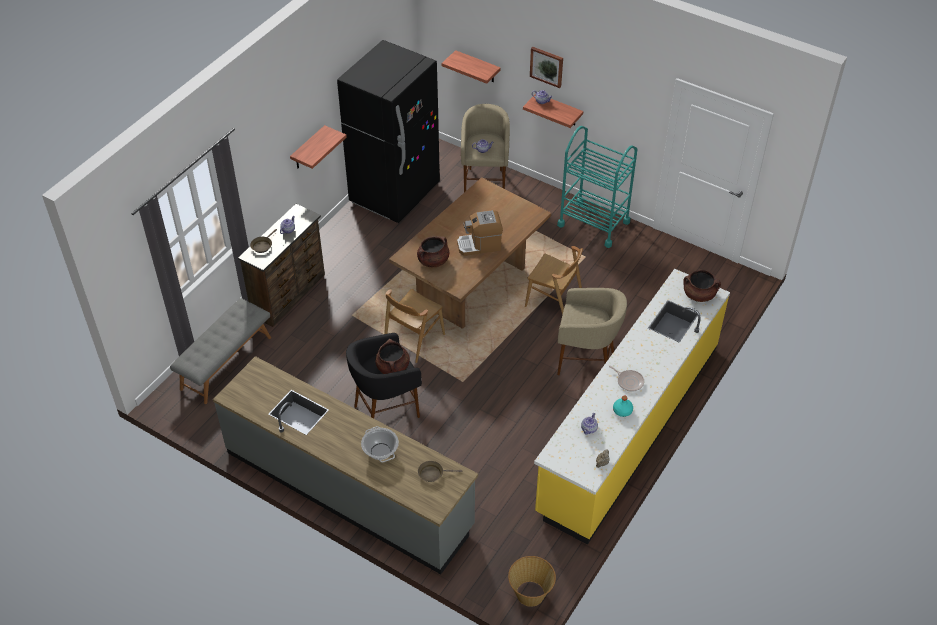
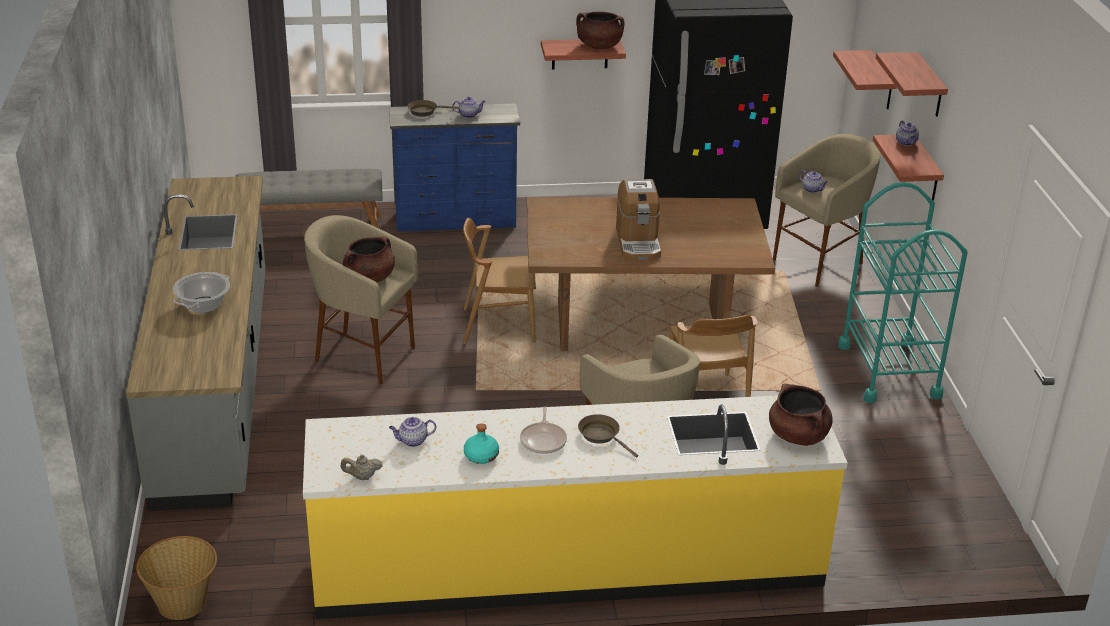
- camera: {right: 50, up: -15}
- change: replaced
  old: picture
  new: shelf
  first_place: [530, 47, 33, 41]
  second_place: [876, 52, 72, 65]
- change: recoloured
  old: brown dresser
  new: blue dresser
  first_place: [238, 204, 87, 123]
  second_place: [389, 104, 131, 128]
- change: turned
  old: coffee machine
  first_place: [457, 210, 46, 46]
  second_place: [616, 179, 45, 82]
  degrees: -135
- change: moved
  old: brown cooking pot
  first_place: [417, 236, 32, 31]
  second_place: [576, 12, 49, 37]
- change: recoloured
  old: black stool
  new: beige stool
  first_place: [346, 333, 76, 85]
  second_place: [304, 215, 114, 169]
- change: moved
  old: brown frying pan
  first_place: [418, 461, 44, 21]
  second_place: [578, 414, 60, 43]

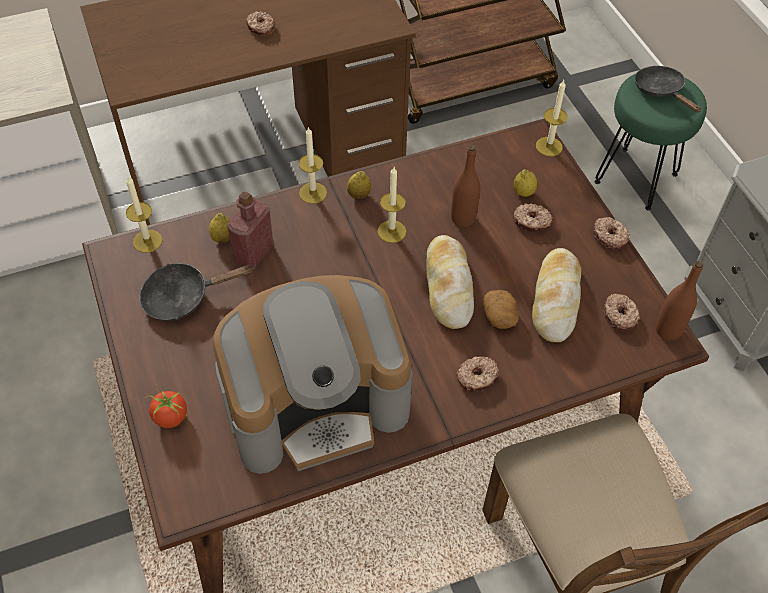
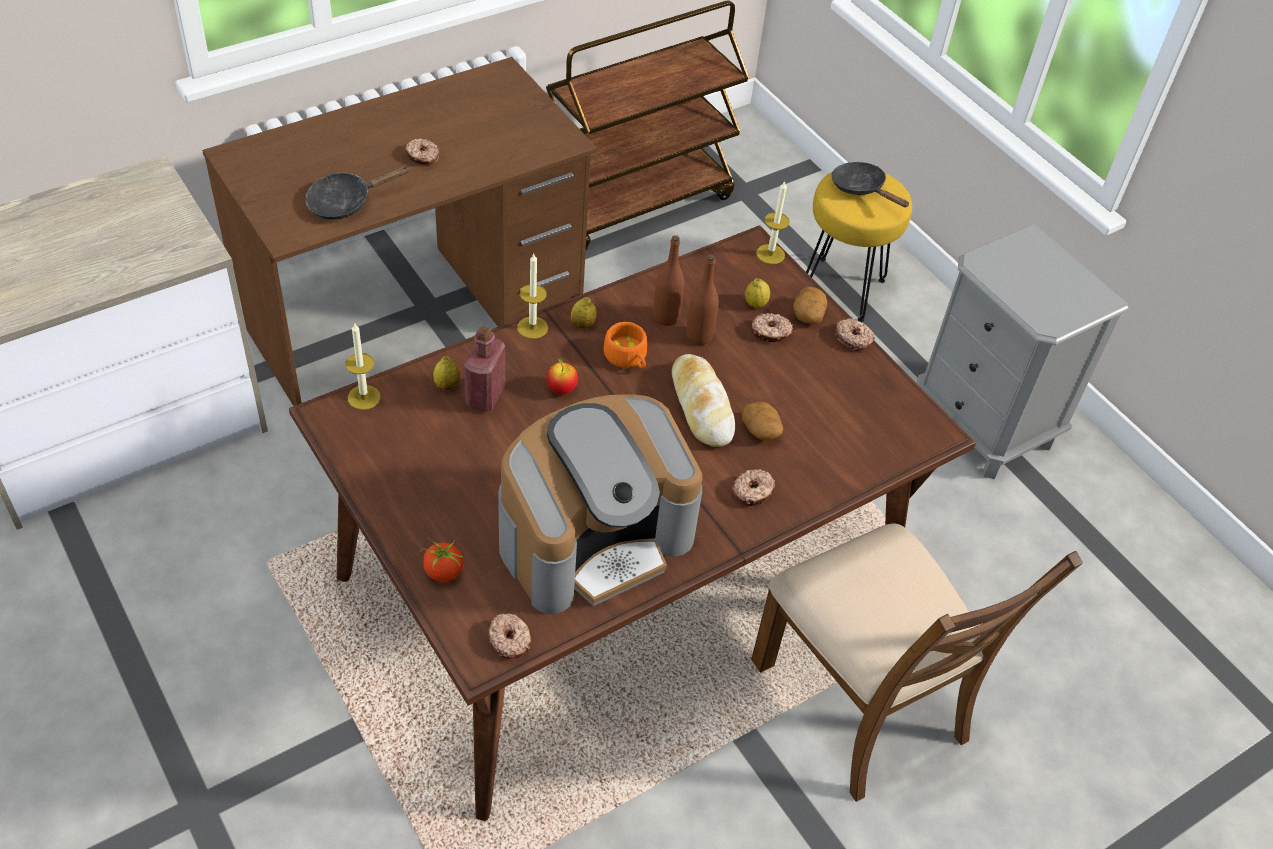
- camera: {right: -15, up: -5}
- change: recoloured
  old: green stool
  new: yellow stool
  first_place: [594, 74, 113, 136]
  second_place: [806, 172, 106, 150]
- change: replaced
  old: candle
  new: orange cup
  first_place: [377, 167, 29, 76]
  second_place: [604, 322, 43, 46]
- change: removed
  old: bread
  first_place: [532, 248, 49, 94]
- change: moved
  old: brown bottle
  first_place: [656, 261, 47, 79]
  second_place: [653, 235, 31, 91]
- change: moved
  old: black frying pan
  first_place: [139, 263, 116, 58]
  second_place: [305, 166, 106, 54]
- change: moved
  old: donut
  first_place: [603, 294, 37, 36]
  second_place: [488, 613, 44, 46]
- change: added
  new: potato
  second_place: [793, 287, 34, 37]
- change: added
  new: apple
  second_place: [546, 358, 32, 36]

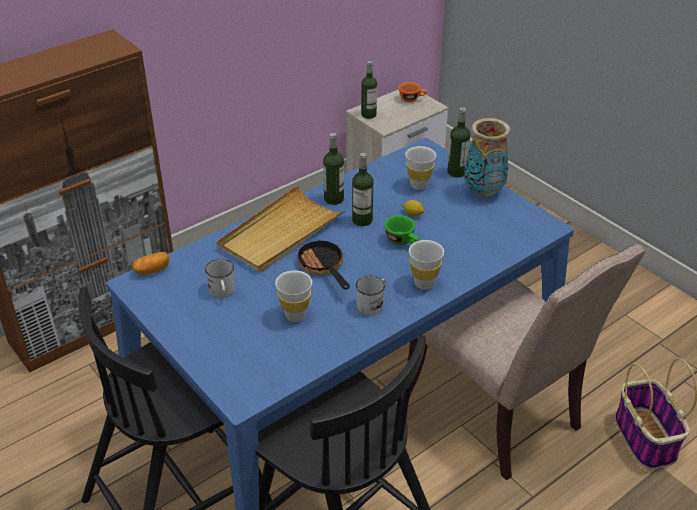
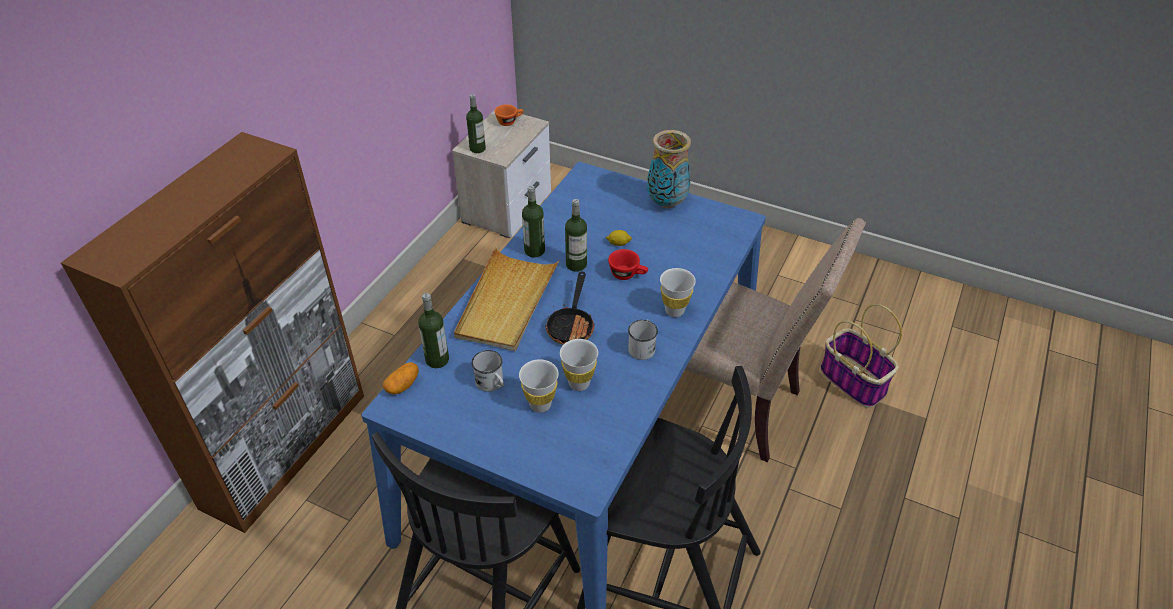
- camera: {right: -25, up: 5}
- change: moved
  old: bottle
  first_place: [447, 107, 23, 71]
  second_place: [418, 293, 31, 75]
- change: moved
  old: white cup
  first_place: [405, 146, 31, 44]
  second_place: [519, 359, 40, 54]
- change: recoloured
  old: green cup
  new: red cup
  first_place: [384, 215, 35, 30]
  second_place: [608, 249, 40, 31]
- change: turned
  old: frying pan
  first_place: [295, 240, 55, 49]
  second_place: [545, 272, 49, 73]
  degrees: -120

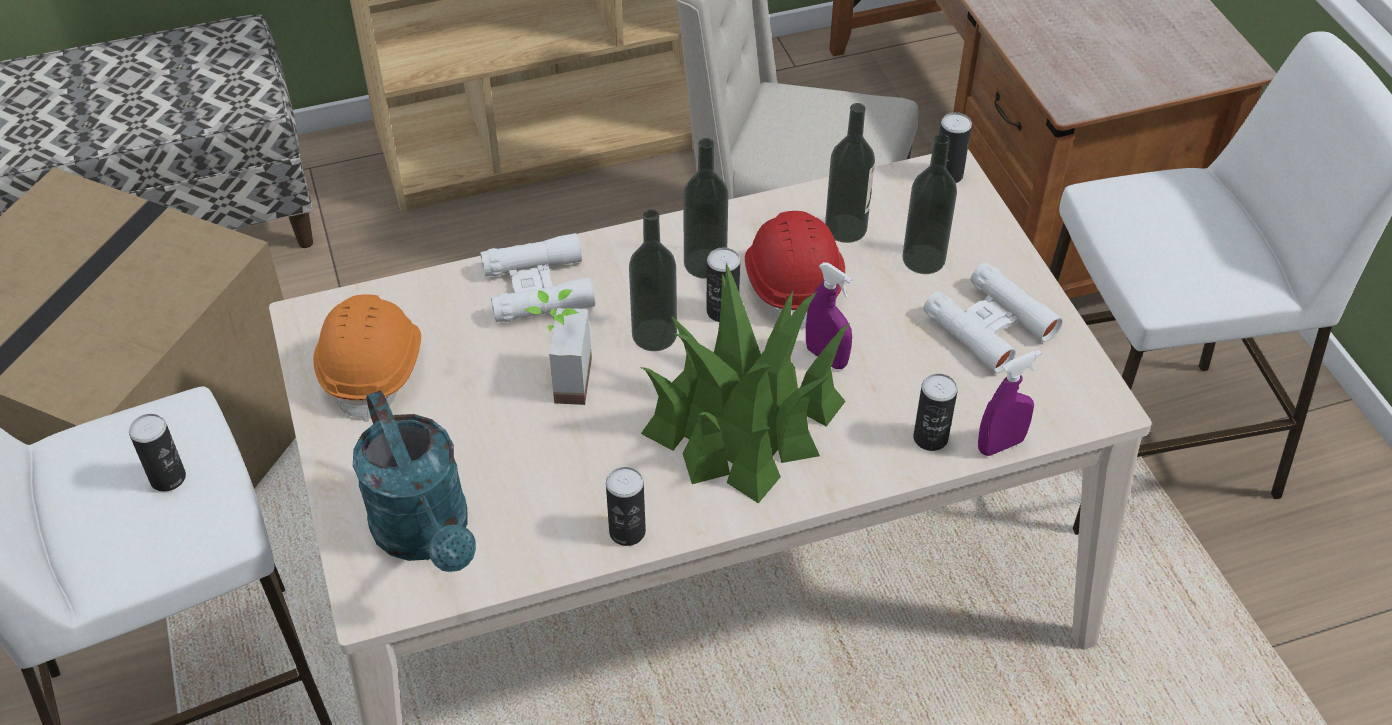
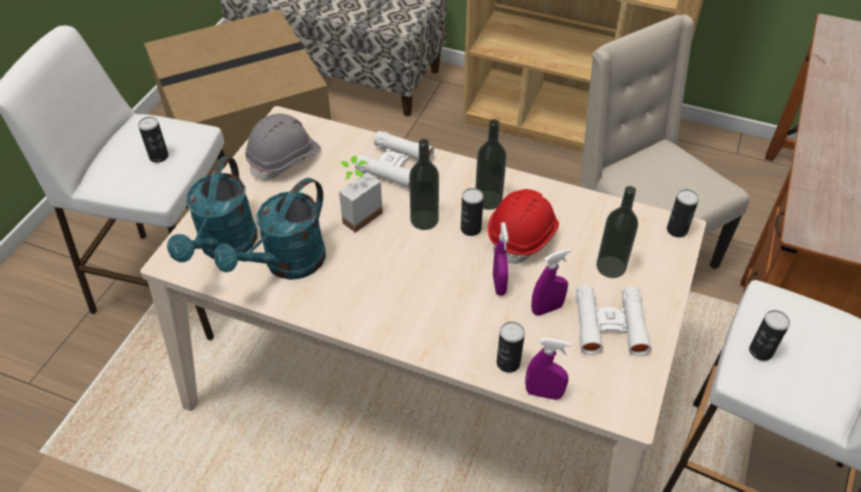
- camera: {right: 40, up: 0}
- change: removed
  old: bottle
  first_place: [825, 103, 50, 140]
- change: removed
  old: potted plant
  first_place: [640, 263, 210, 241]
- change: recoloured
  old: orange hard hat
  new: grey hard hat
  first_place: [313, 294, 108, 128]
  second_place: [245, 114, 76, 67]
- change: moved
  old: can
  first_place: [606, 467, 40, 79]
  second_place: [749, 310, 41, 51]
- change: added
  new: turquoise watering can
  second_place: [214, 178, 112, 102]
- change: added
  new: purple spray bottle
  second_place: [531, 248, 40, 68]

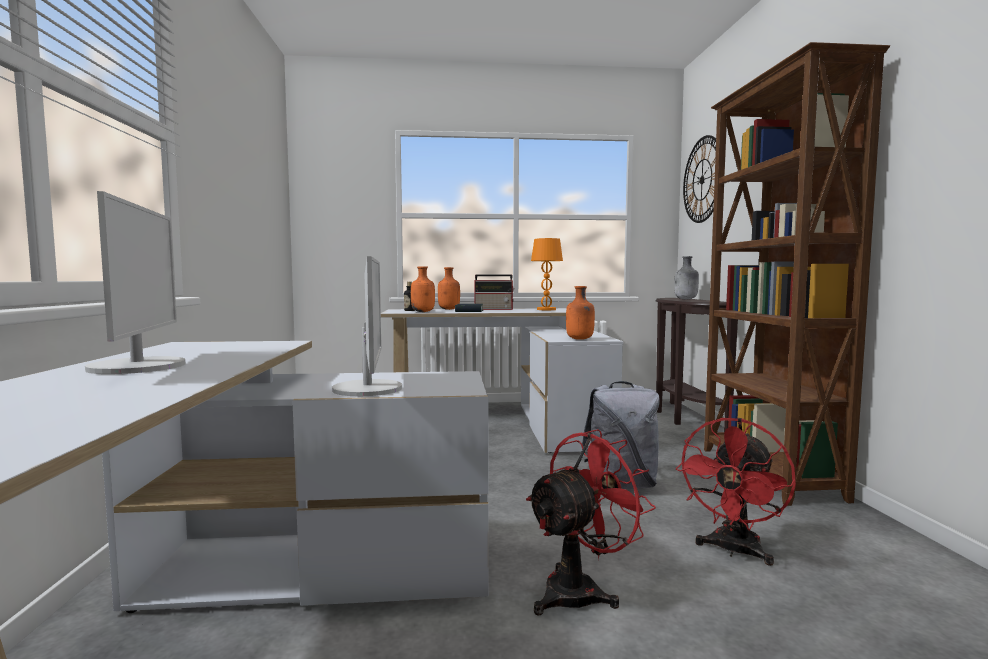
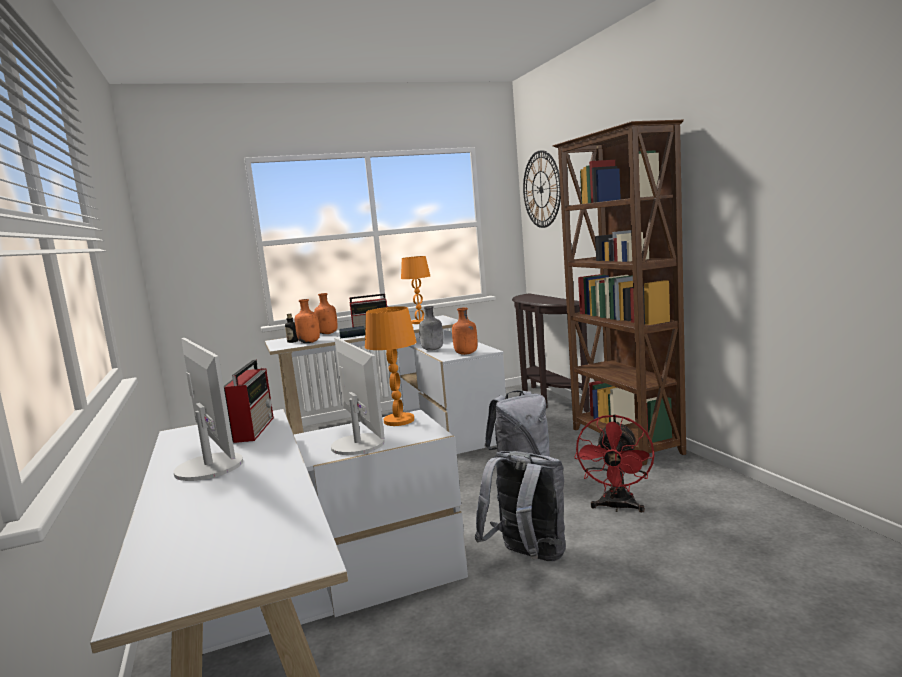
- camera: {right: -15, up: 5}
- change: moved
  old: grey bottle
  first_place: [674, 256, 25, 43]
  second_place: [419, 306, 24, 45]
- change: replaced
  old: red fan
  new: grey backpack
  first_place: [526, 429, 130, 186]
  second_place: [475, 451, 91, 110]
- change: added
  new: orange table lamp
  second_place: [365, 306, 52, 120]
- change: added
  new: radio
  second_place: [224, 359, 50, 84]

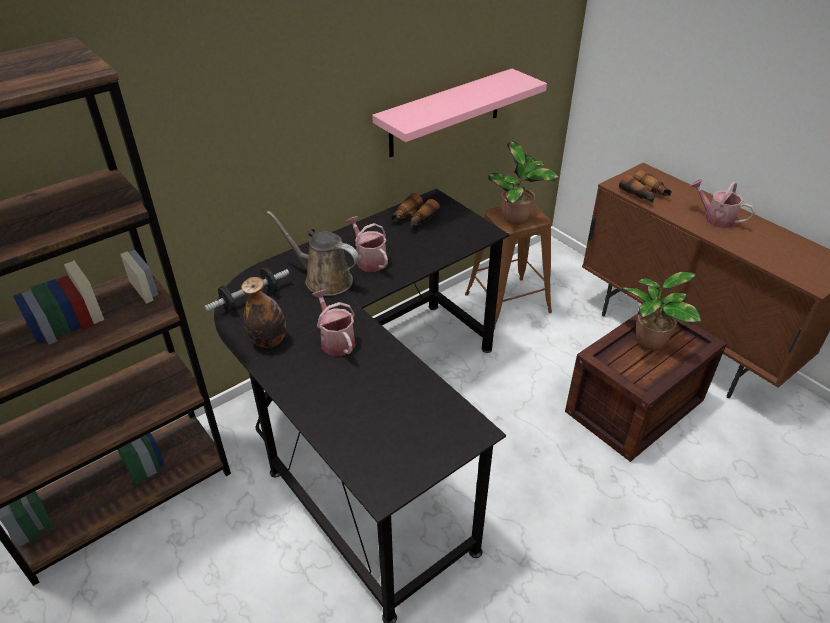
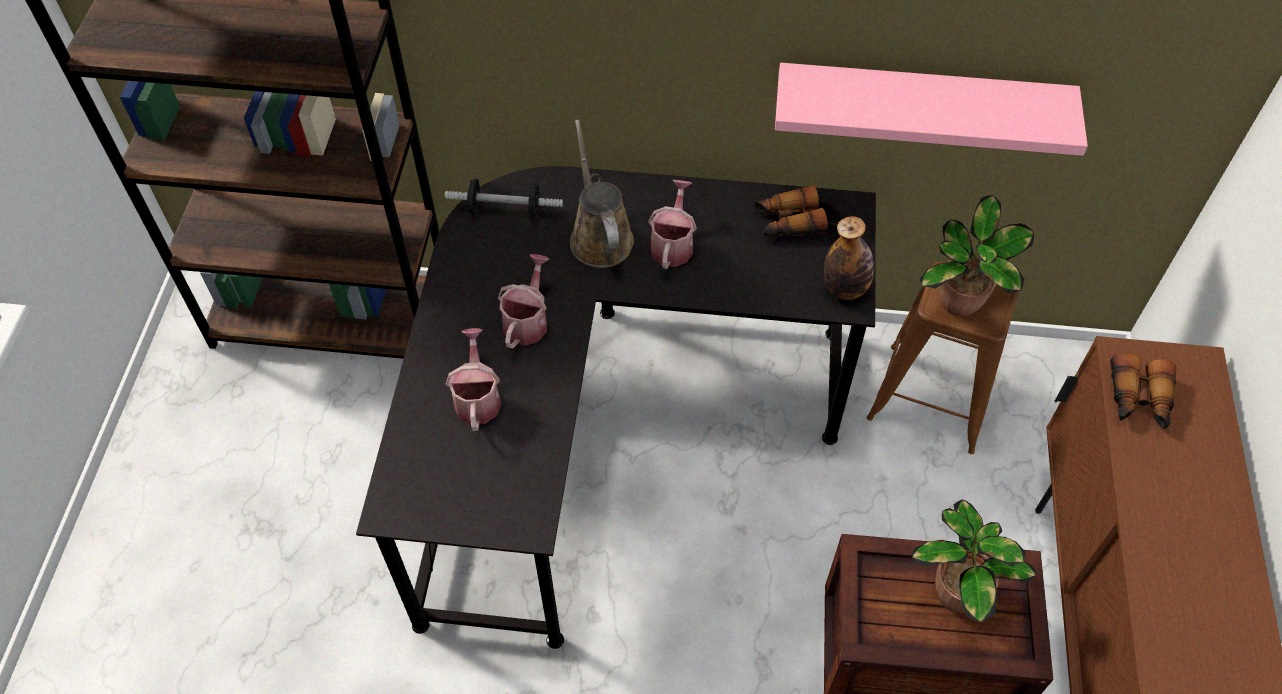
- camera: {right: 45, up: 15}
- change: moved
  old: watering can
  first_place: [690, 179, 65, 49]
  second_place: [446, 328, 55, 103]
- change: moved
  old: bottle
  first_place: [241, 277, 45, 71]
  second_place: [824, 216, 50, 84]

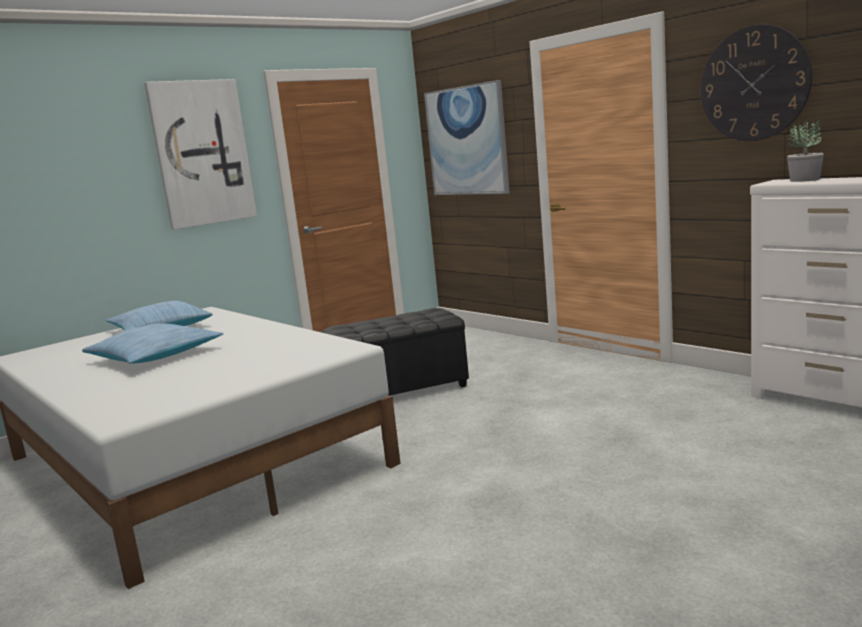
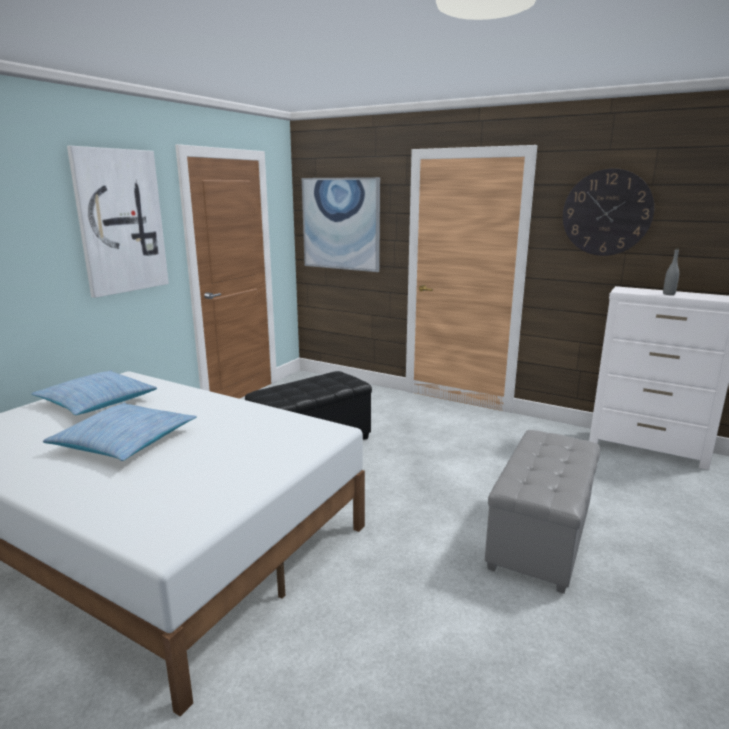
- camera: {right: -20, up: 5}
- change: removed
  old: potted plant
  first_place: [787, 120, 37, 62]
- change: added
  new: grey bottle
  second_place: [663, 249, 16, 46]
- change: added
  new: grey ottoman
  second_place: [485, 430, 115, 164]

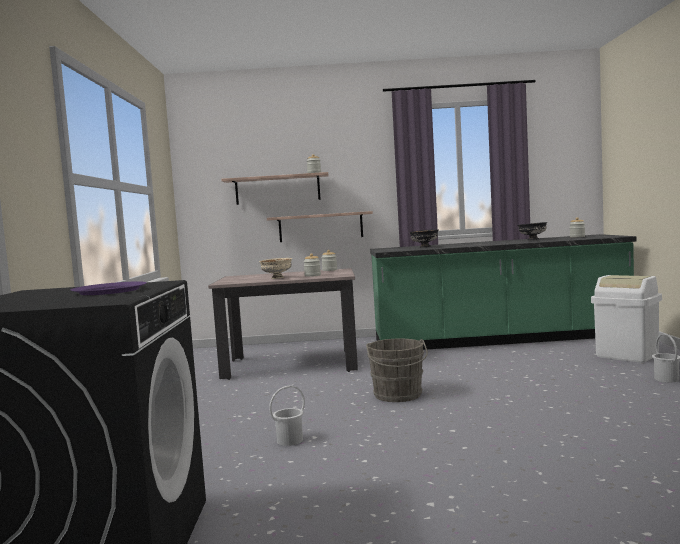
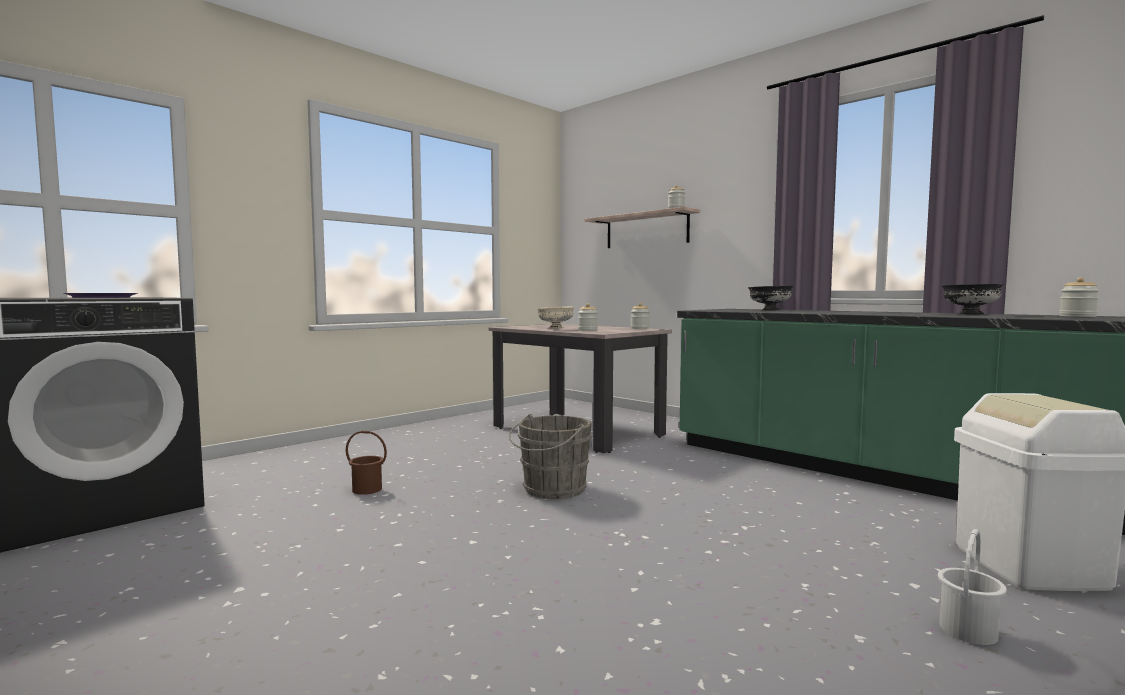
- camera: {right: 45, up: 0}
- change: removed
  old: shelf
  first_place: [267, 211, 106, 31]
- change: recoloured
  old: white bucket
  new: brown bucket
  first_place: [269, 386, 36, 60]
  second_place: [346, 431, 41, 64]

